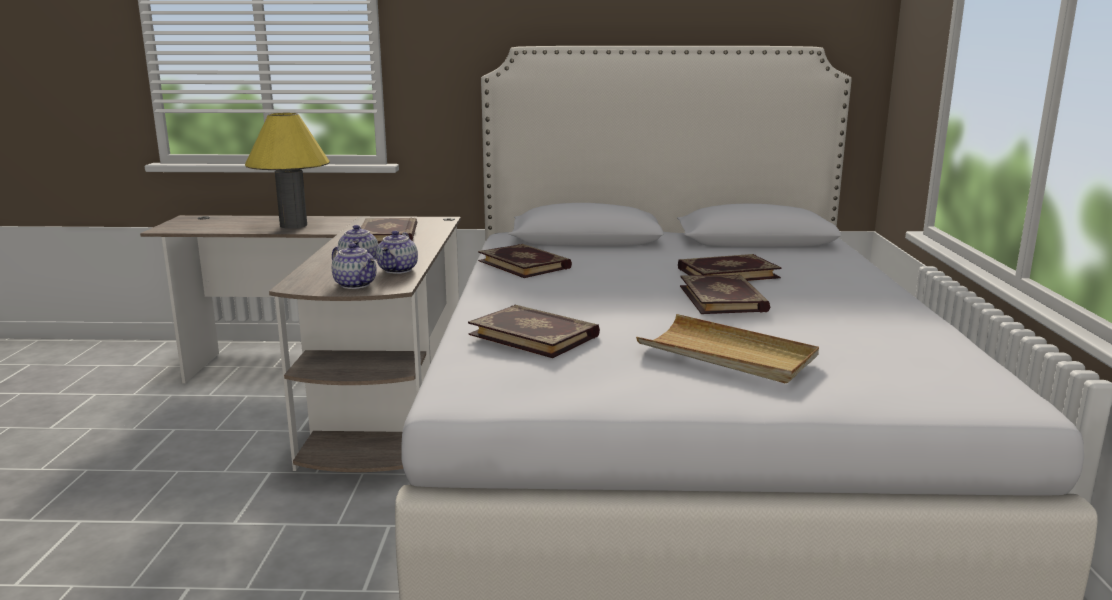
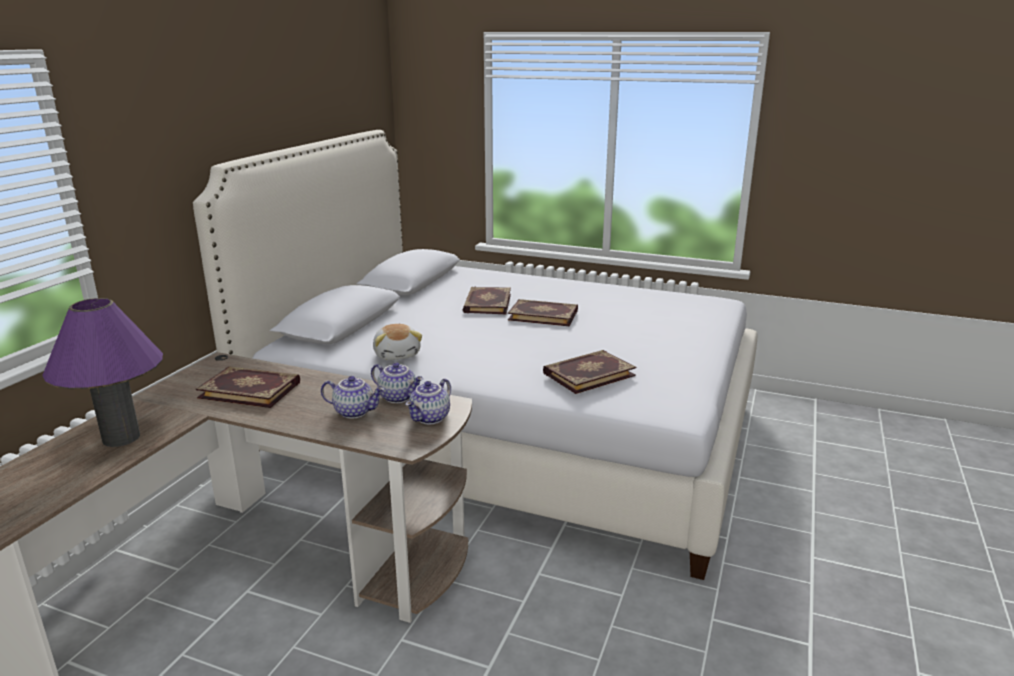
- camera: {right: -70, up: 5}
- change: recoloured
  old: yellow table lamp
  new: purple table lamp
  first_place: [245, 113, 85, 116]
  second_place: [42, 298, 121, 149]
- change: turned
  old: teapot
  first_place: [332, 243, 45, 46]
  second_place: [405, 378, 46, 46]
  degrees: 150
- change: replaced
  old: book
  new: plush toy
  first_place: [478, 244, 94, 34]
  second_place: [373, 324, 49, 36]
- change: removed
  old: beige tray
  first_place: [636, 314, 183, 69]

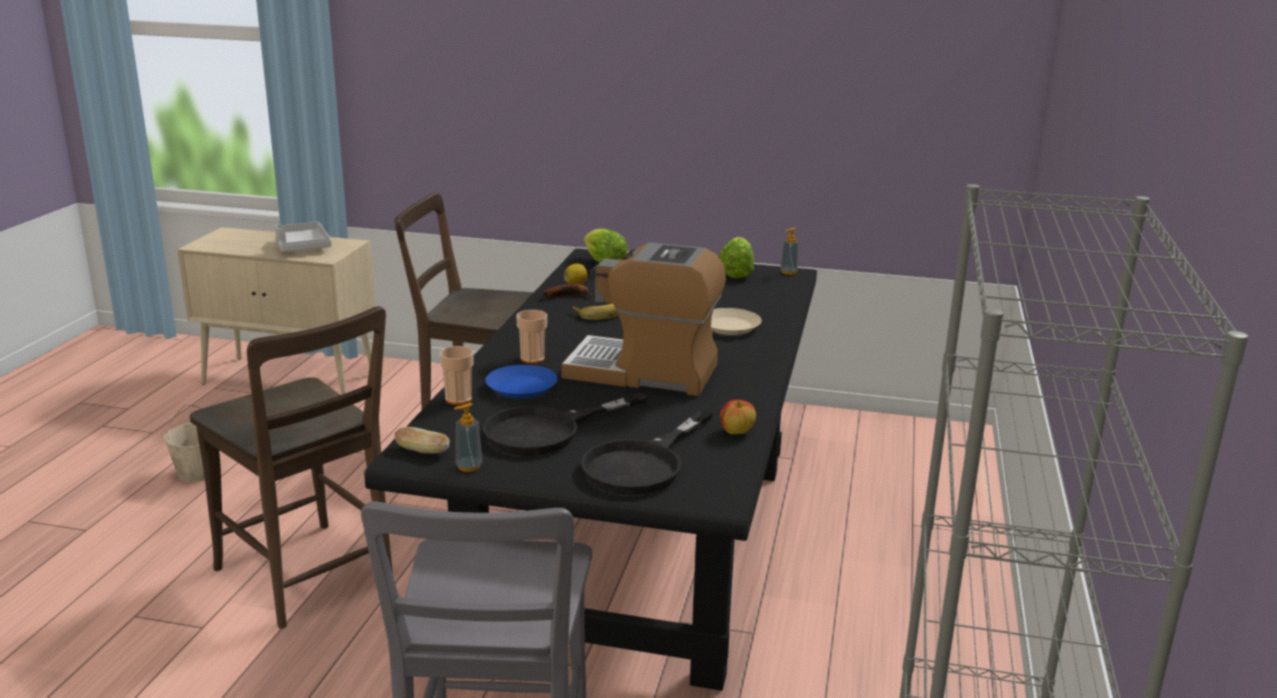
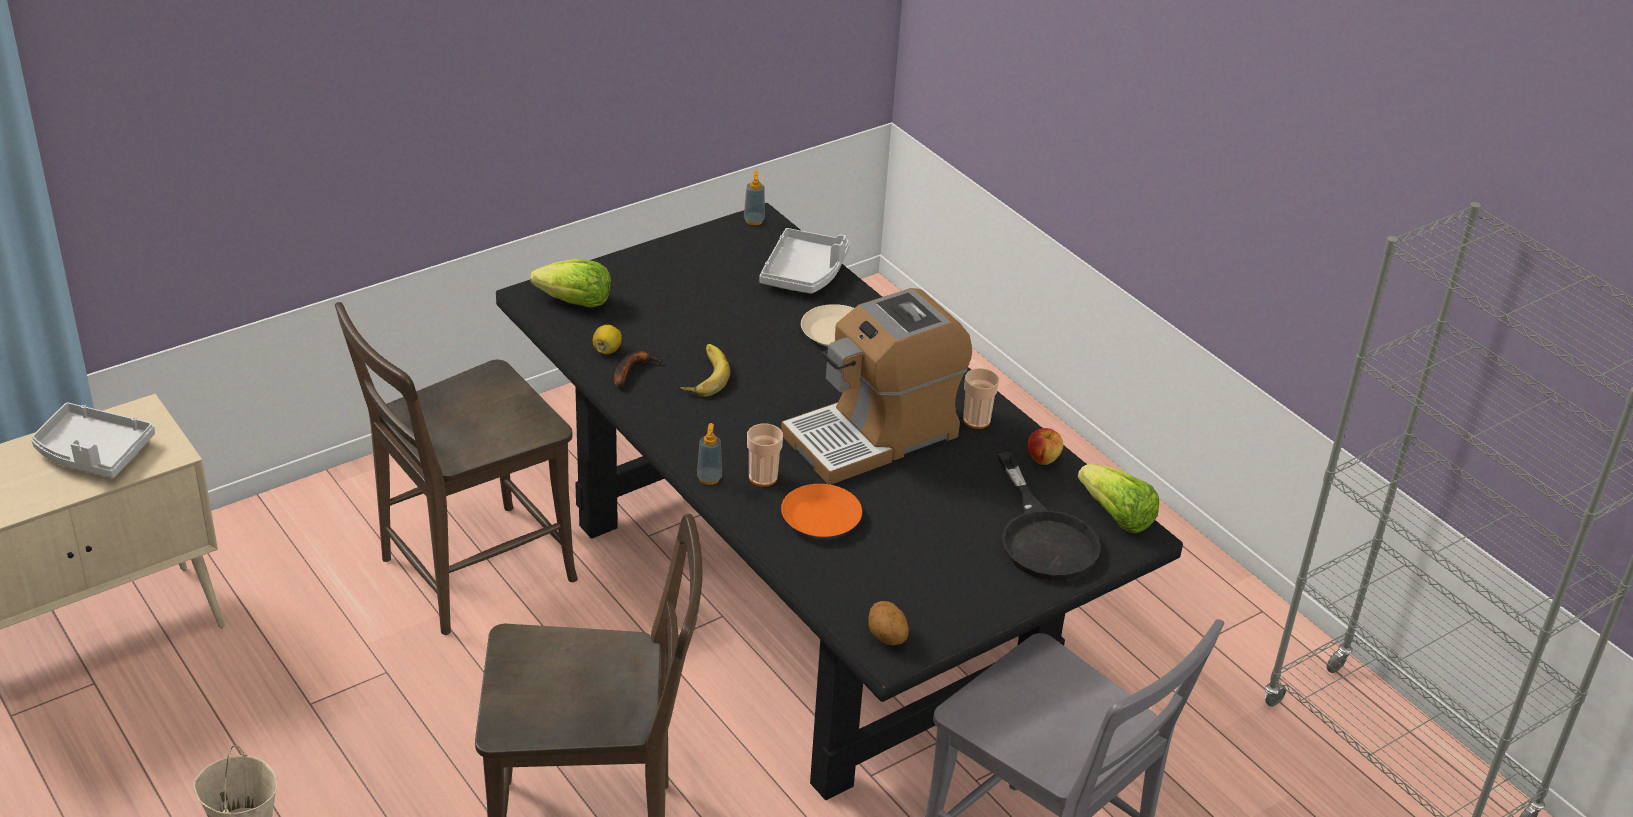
- camera: {right: -50, up: 15}
- change: moved
  old: lettuce
  first_place: [719, 237, 35, 41]
  second_place: [1078, 464, 81, 70]
- change: moved
  old: cup
  first_place: [440, 346, 34, 59]
  second_place: [963, 368, 36, 61]
- change: recoloured
  old: blue plate
  new: orange plate
  first_place: [485, 365, 73, 34]
  second_place: [781, 484, 81, 53]
- change: removed
  old: black frying pan
  first_place: [483, 393, 165, 63]
- change: moved
  old: soap dispenser
  first_place: [454, 403, 28, 69]
  second_place: [697, 423, 25, 62]
- change: replaced
  old: bread
  new: potato
  first_place: [394, 427, 56, 27]
  second_place: [869, 601, 40, 44]
- change: added
  new: grey tray
  second_place: [759, 228, 91, 66]

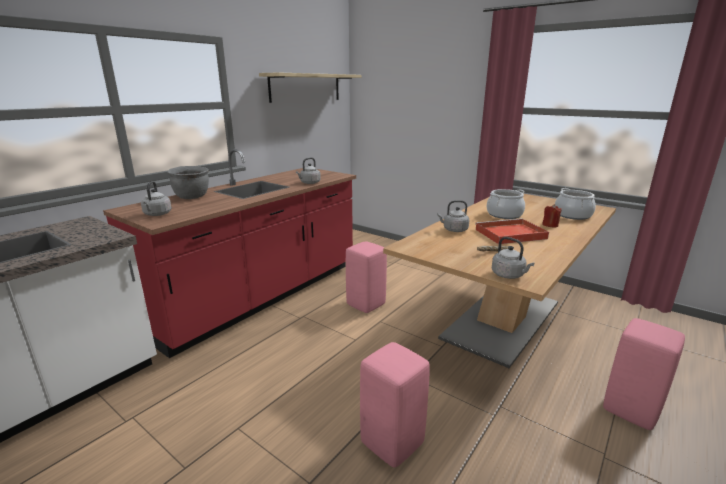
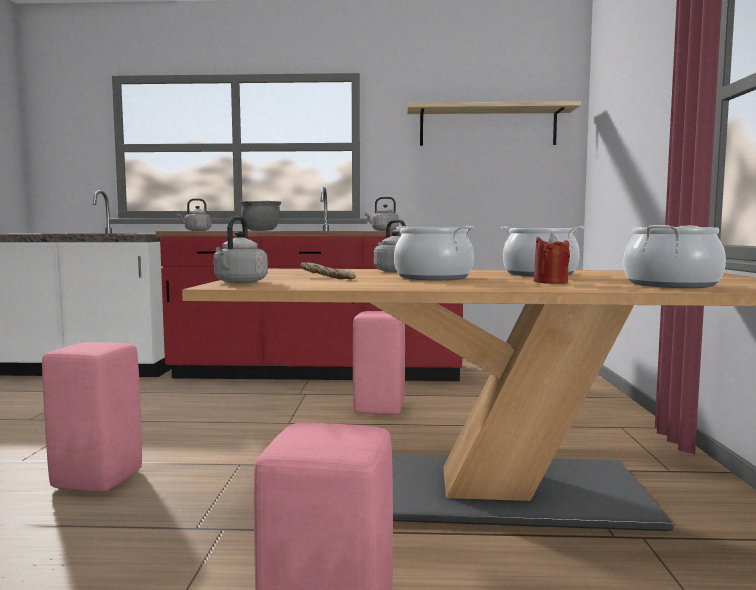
- camera: {right: 55, up: -15}
- change: replaced
  old: red tray
  new: cooking pot
  first_place: [475, 218, 74, 26]
  second_place: [394, 226, 80, 54]

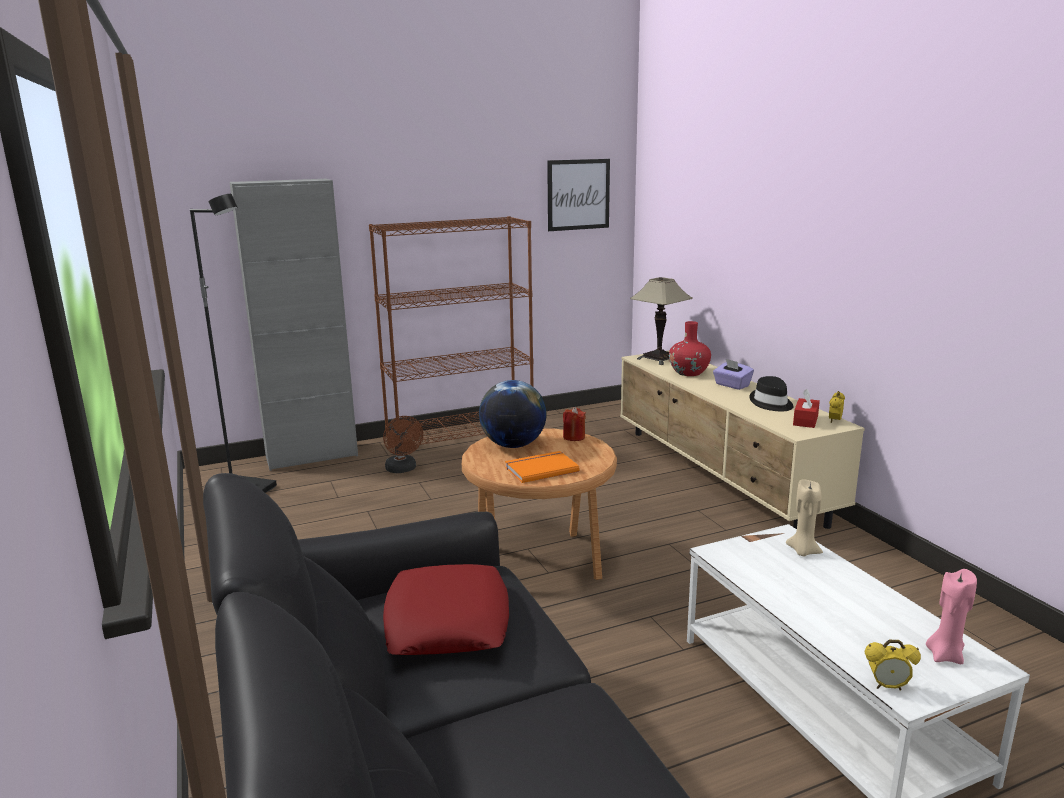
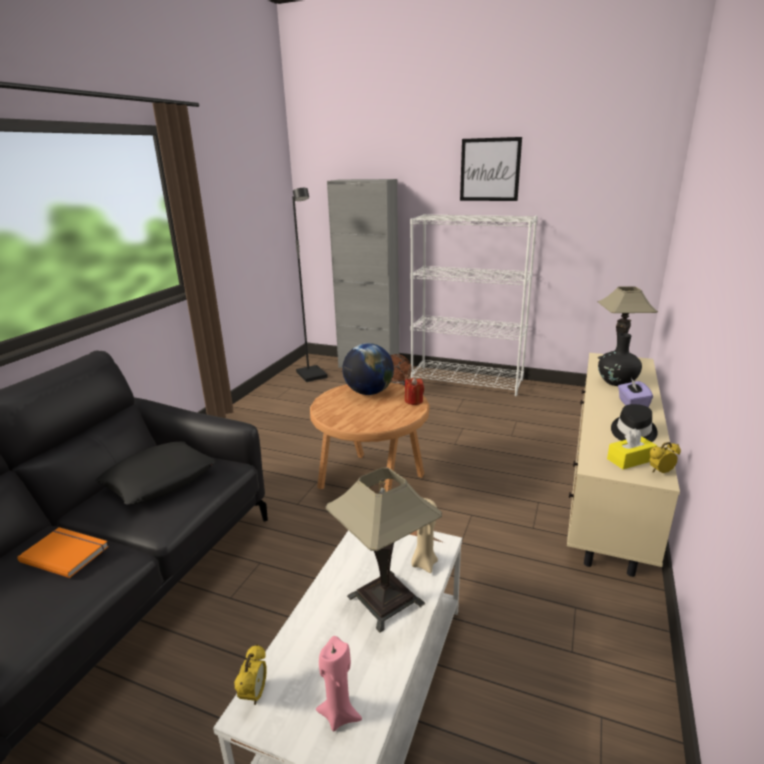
- camera: {right: 45, up: 5}
- change: moved
  old: picture
  first_place: [547, 159, 63, 72]
  second_place: [460, 137, 62, 64]
- change: recoloured
  old: brown bookcase
  new: white bookcase
  first_place: [369, 216, 165, 229]
  second_place: [410, 214, 128, 182]
- change: recoloured
  old: red vase
  new: black vase
  first_place: [669, 321, 42, 55]
  second_place: [598, 333, 44, 53]
- change: recoloured
  old: red tissue box
  new: yellow tissue box
  first_place: [793, 389, 27, 39]
  second_place: [607, 428, 50, 41]
- change: moved
  old: orange book
  first_place: [505, 451, 74, 32]
  second_place: [17, 527, 92, 51]
- change: recoloured
  old: red pillow
  new: black pillow
  first_place: [383, 564, 126, 91]
  second_place: [96, 441, 120, 64]
- change: turned
  old: alarm clock
  first_place: [865, 640, 56, 50]
  second_place: [234, 644, 33, 61]
  degrees: -135
- change: added
  new: table lamp
  second_place: [325, 467, 117, 165]

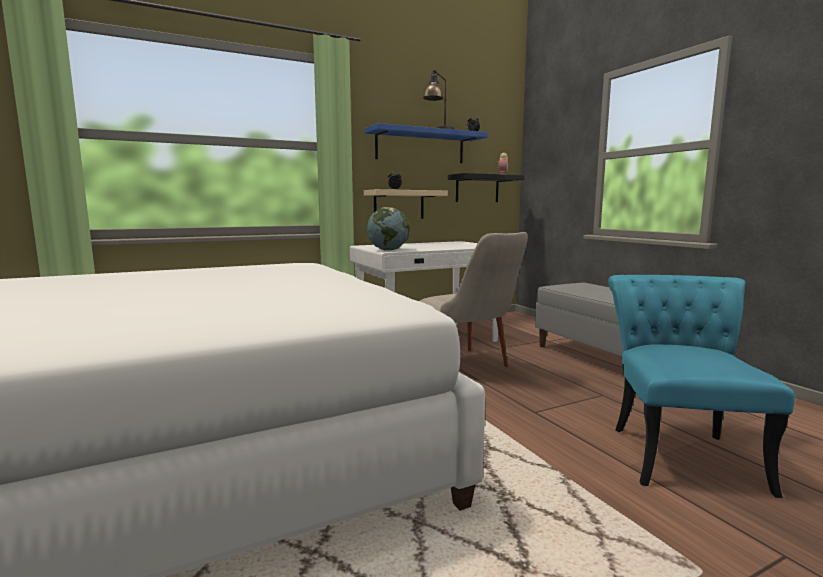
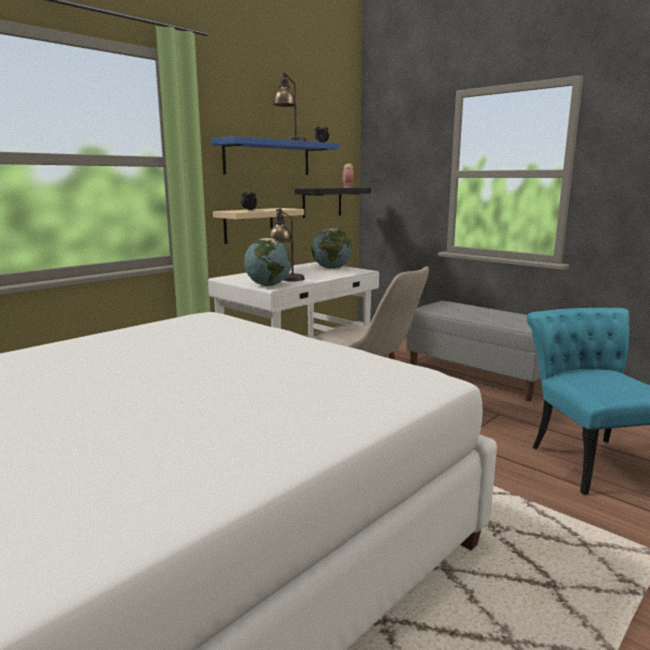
- camera: {right: -20, up: 5}
- change: added
  new: table lamp
  second_place: [268, 208, 37, 73]
- change: added
  new: globe
  second_place: [311, 228, 41, 41]

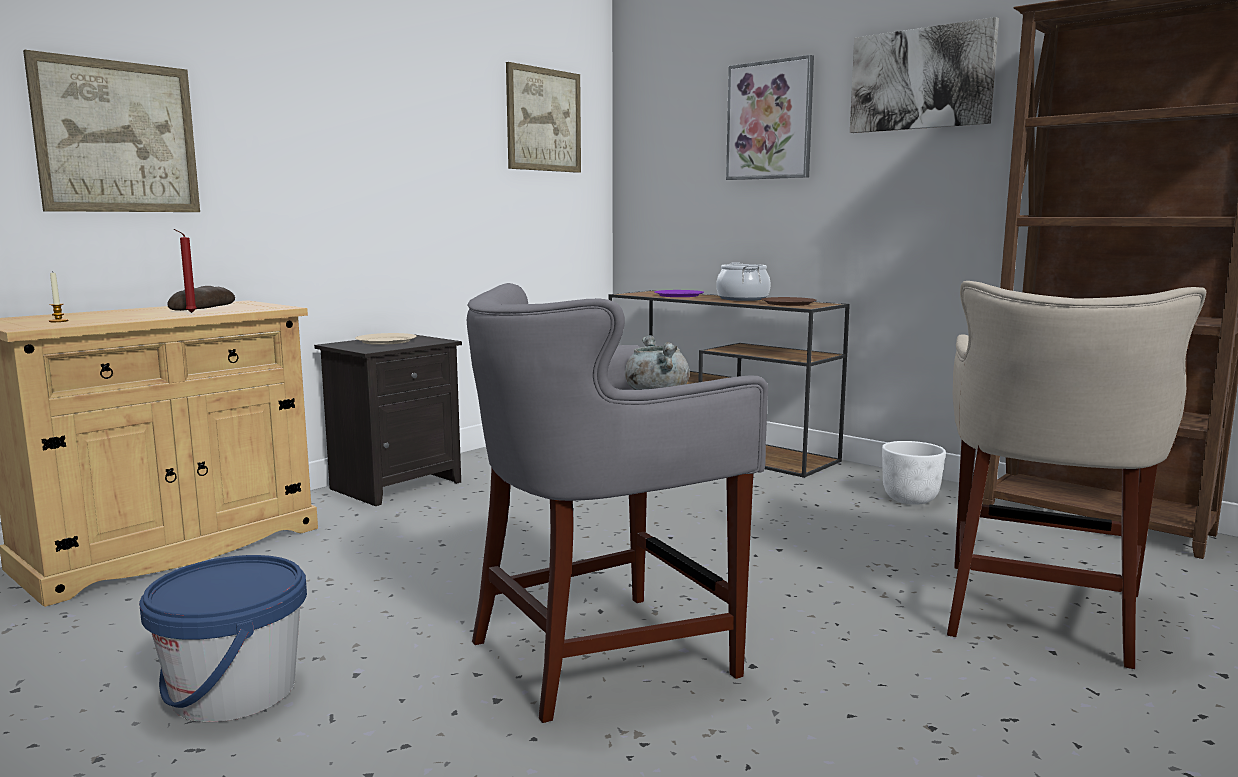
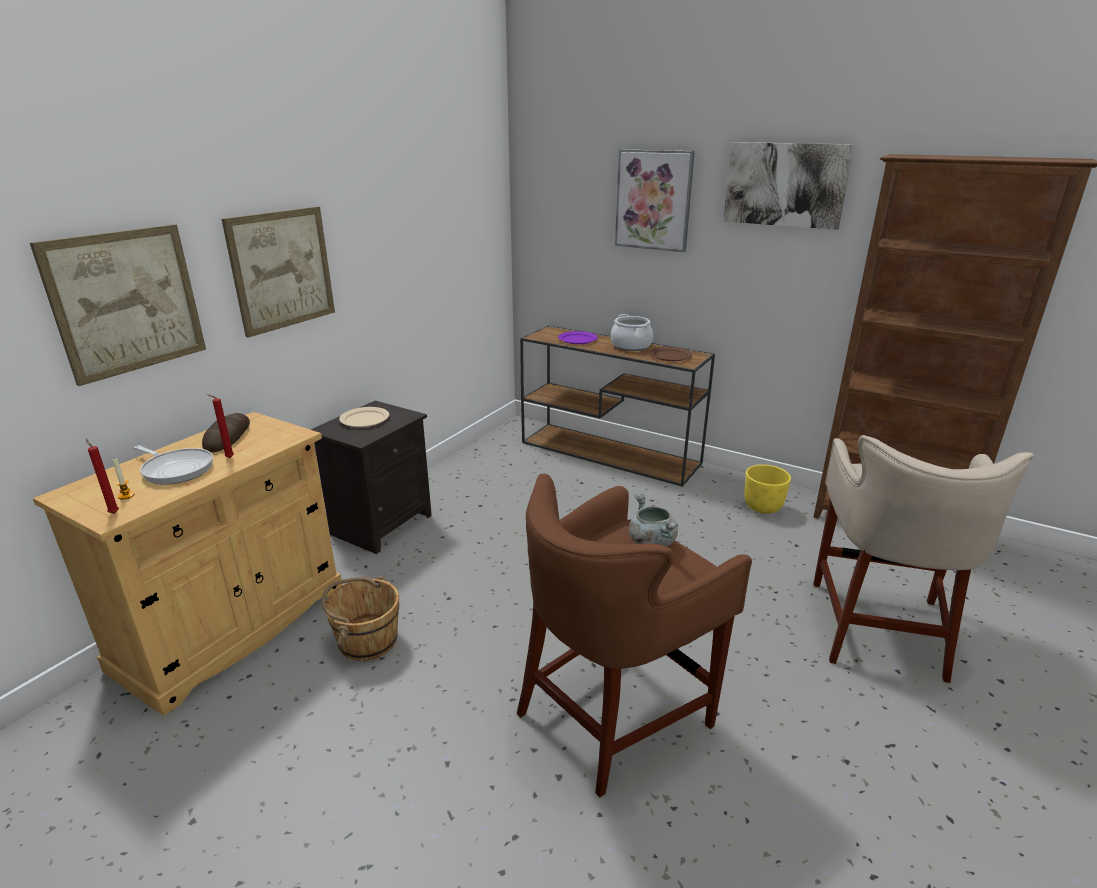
- camera: {right: -10, up: 15}
- change: moved
  old: picture
  first_place: [506, 62, 75, 111]
  second_place: [222, 207, 113, 131]
- change: recoloured
  old: grey stool
  new: brown stool
  first_place: [467, 283, 301, 440]
  second_place: [517, 474, 235, 324]
- change: recoloured
  old: white planter
  new: yellow planter
  first_place: [882, 441, 64, 64]
  second_place: [744, 465, 47, 49]
- change: removed
  old: blue bucket
  first_place: [139, 555, 168, 167]
- change: added
  new: red candle
  second_place: [85, 438, 34, 76]
- change: added
  new: frying pan
  second_place: [134, 445, 79, 40]
- change: added
  new: brown bucket
  second_place: [321, 576, 78, 85]

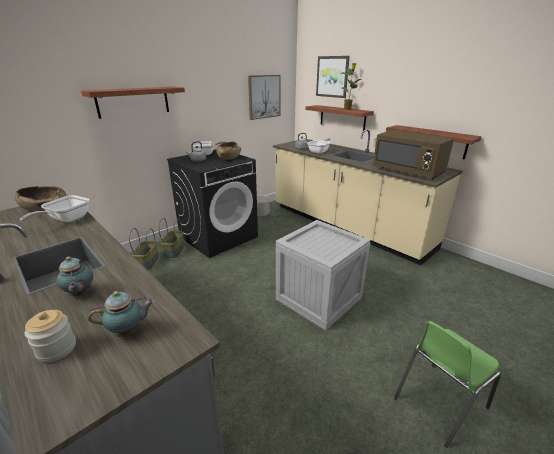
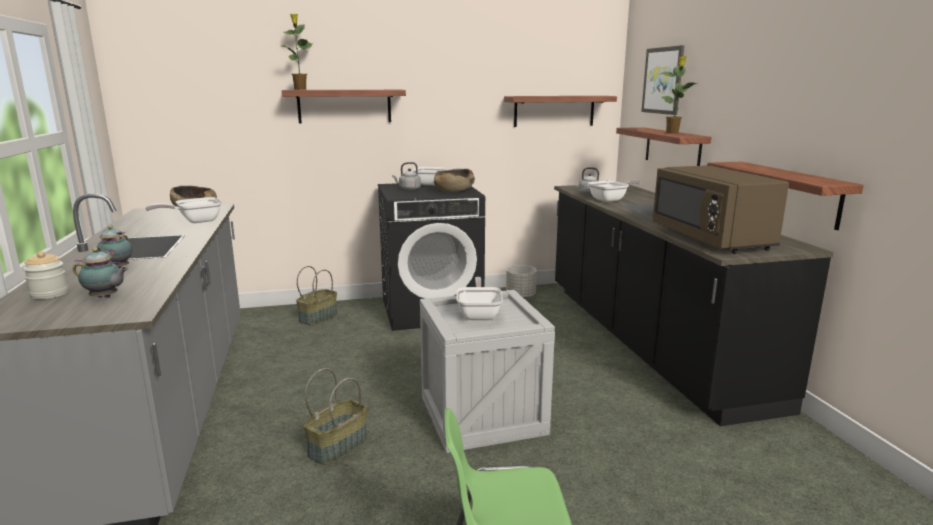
- camera: {right: 30, up: -10}
- change: replaced
  old: picture
  new: shelf
  first_place: [248, 75, 33, 45]
  second_place: [504, 96, 113, 31]
- change: recoloured
  old: beige counter
  new: black counter
  first_place: [273, 129, 190, 136]
  second_place: [554, 184, 280, 242]
- change: moved
  old: basket
  first_place: [158, 218, 27, 40]
  second_place: [304, 368, 64, 97]
- change: added
  new: potted plant
  second_place: [280, 14, 33, 76]
- change: added
  new: frying pan
  second_place: [456, 277, 47, 43]

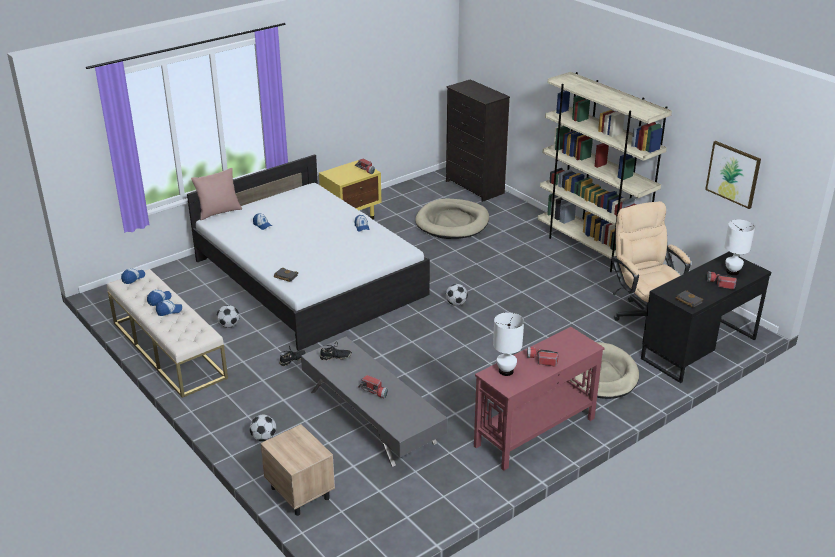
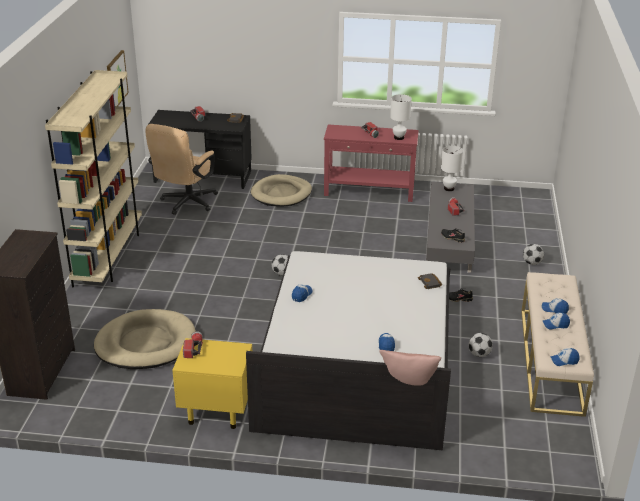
- camera: {right: -135, up: 0}
- change: moved
  old: white table lamp
  first_place: [724, 220, 31, 55]
  second_place: [441, 145, 22, 46]
- change: removed
  old: beige nightstand
  first_place: [261, 424, 74, 92]

